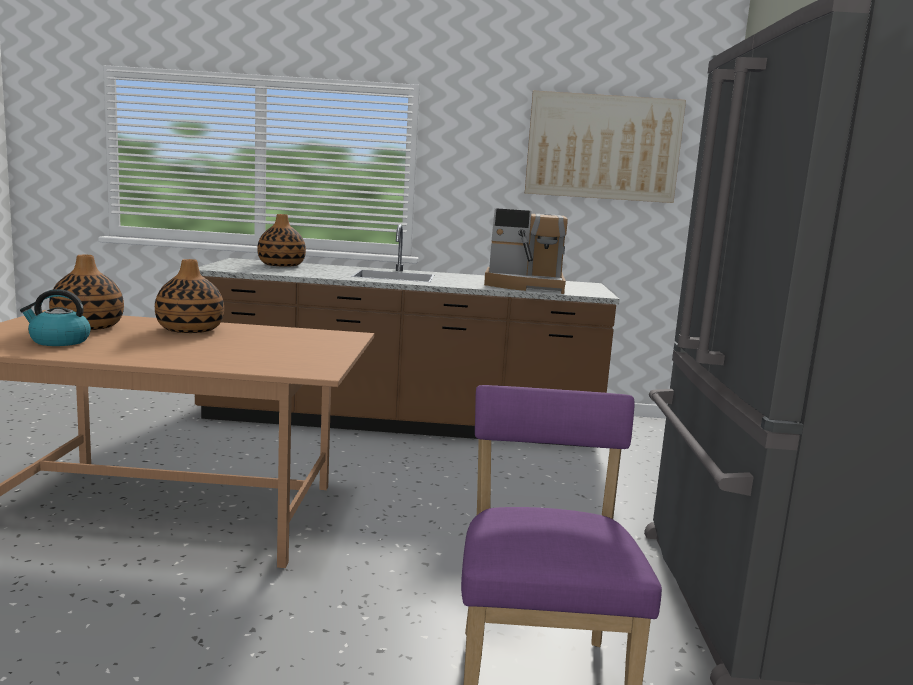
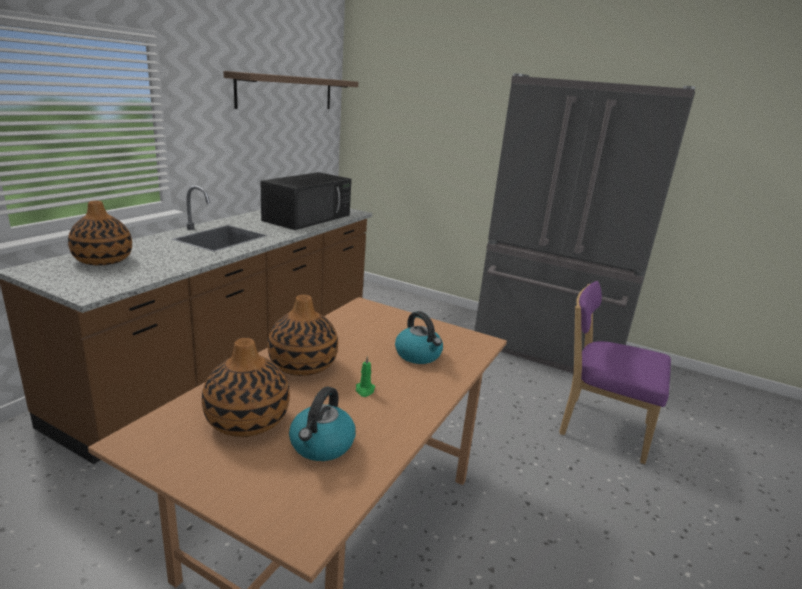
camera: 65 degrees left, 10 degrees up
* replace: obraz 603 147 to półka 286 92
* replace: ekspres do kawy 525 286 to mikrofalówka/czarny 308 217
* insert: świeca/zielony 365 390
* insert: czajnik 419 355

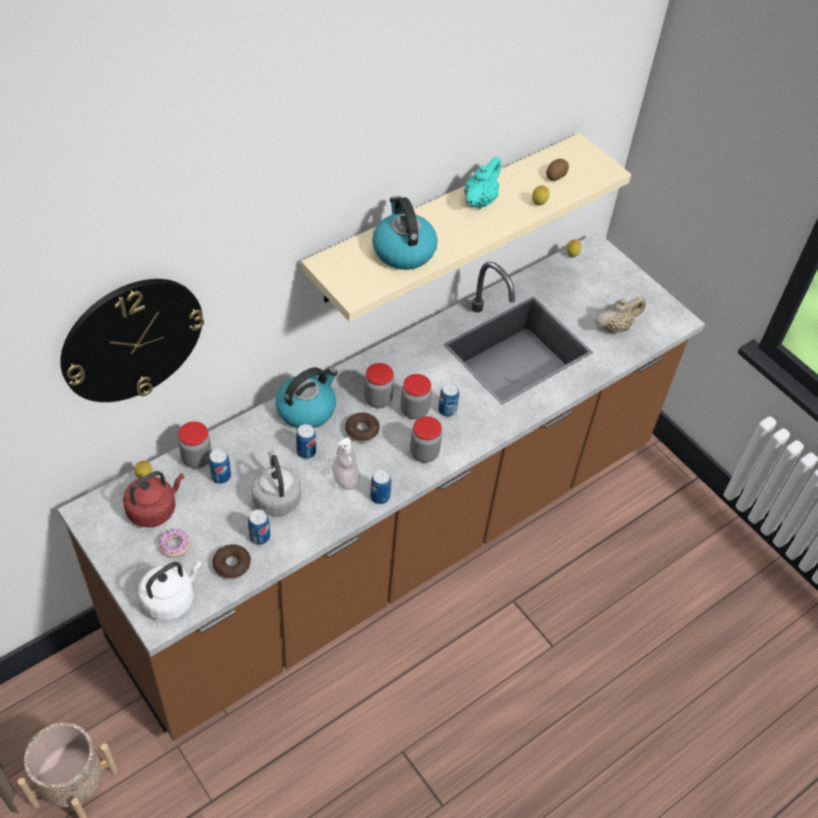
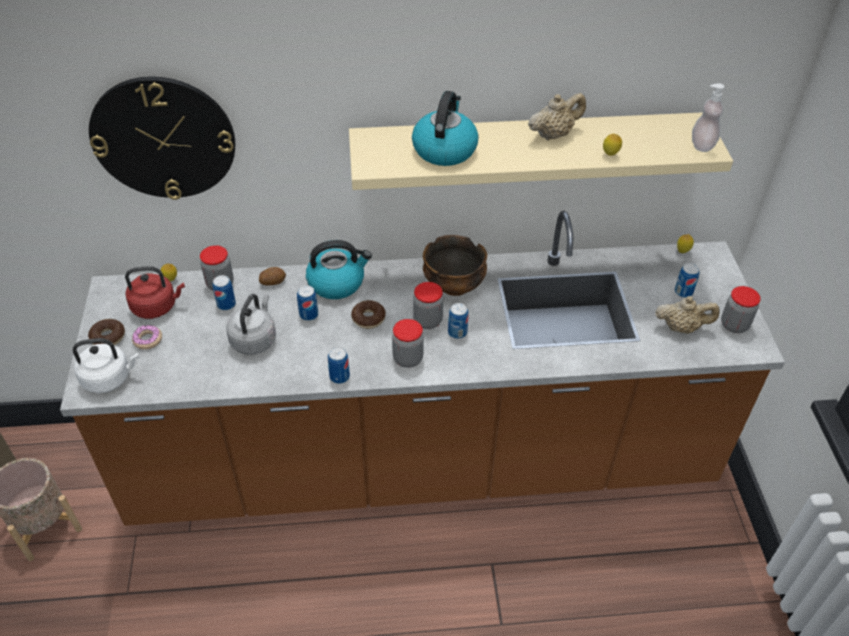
camera: 35 degrees right, 5 degrees down
* move: donut 232 565 to 108 337
* move: ziemniak 555 175 to 272 281
* insert: miska 454 285
* recolor: imbryk/turkusowy 480 200 to imbryk/beżowy 554 134
* move: puszka 259 536 to 683 292
* move: dozownik mydła 345 479 to 702 145
* move: słoik 378 399 to 734 325

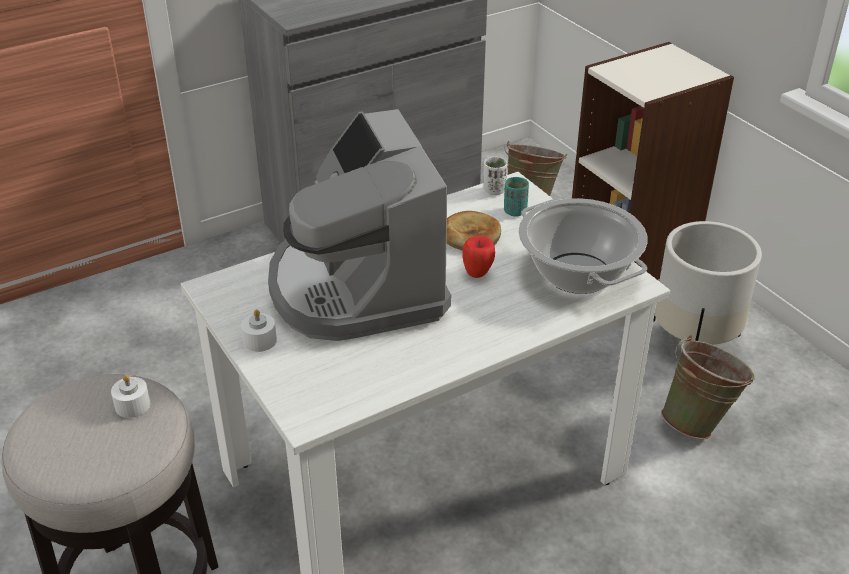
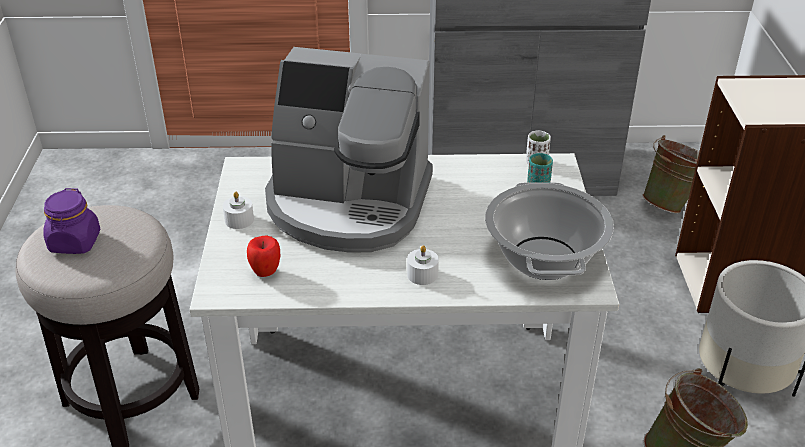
camera: 30 degrees right, 0 degrees up
* insert: słoik/fioletowy 75 242
* move: jabłko 477 274 to 265 273
* rotate: ekspres do kawy 357 286 = 348 204 90 degrees counterclockwise
* move: świeca/biały 132 405 to 422 274
* delete: chleb 470 235

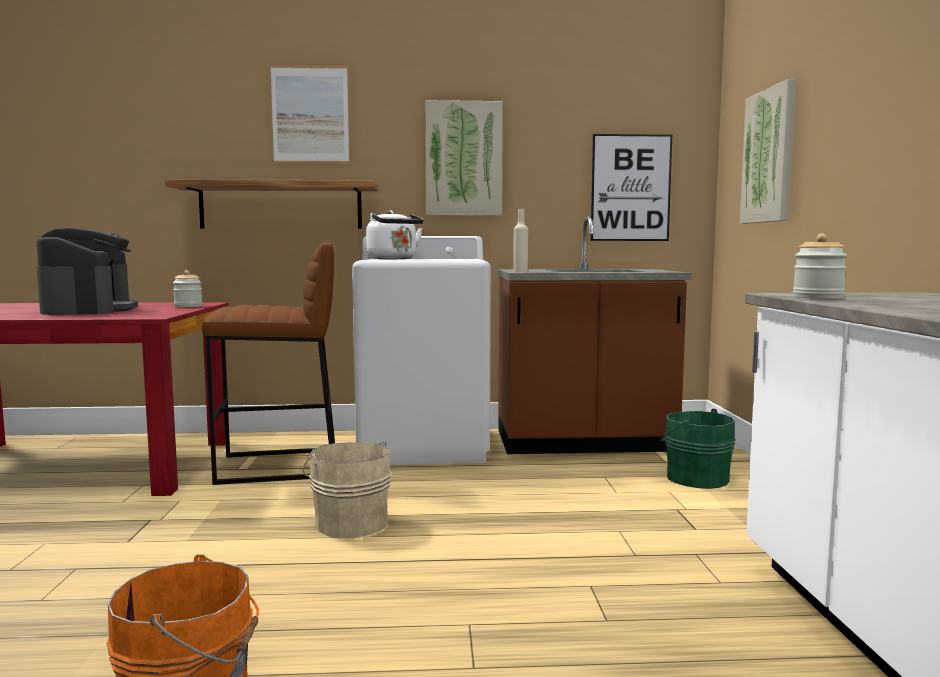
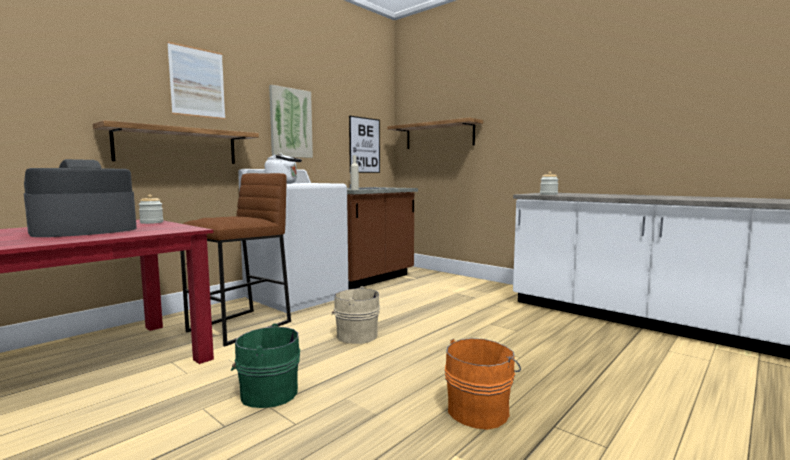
camera: 45 degrees left, 0 degrees up
* rotate: ekspres do kawy 89 310 = 84 231 75 degrees counterclockwise
* move: wiadro/zielony 695 478 to 267 393
* replace: obraz 769 156 to półka 439 135

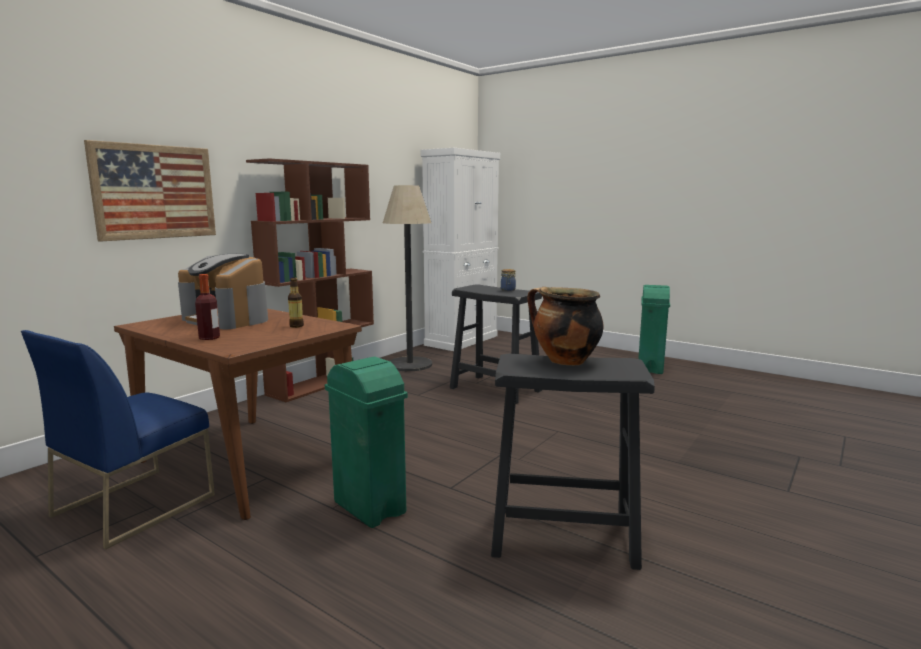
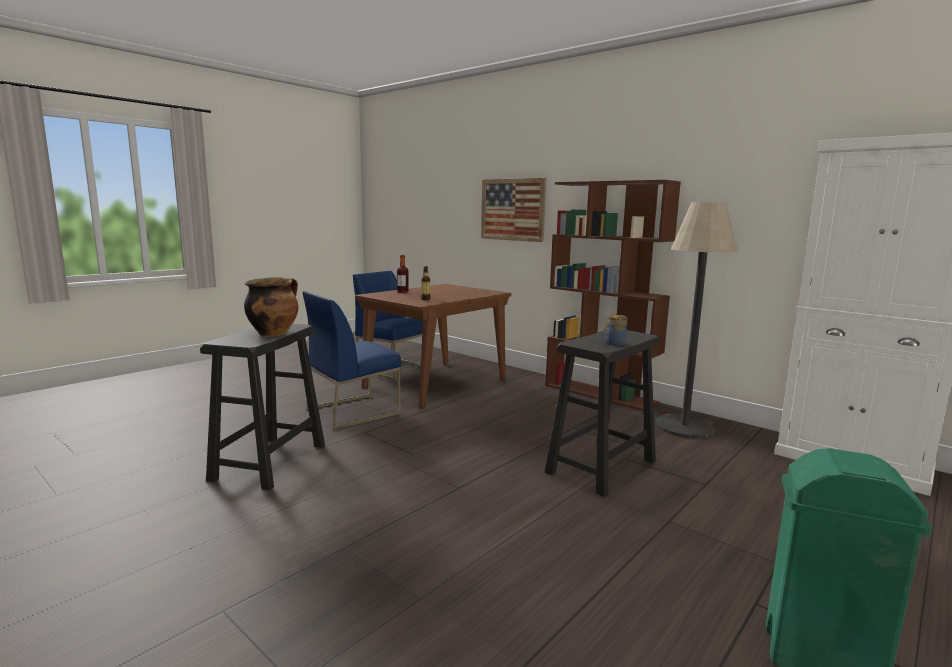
camera: 95 degrees right, 0 degrees up
* replace: kosz na śmieci/zielony 369 508 to krzesło/niebieski 353 411
* delete: ekspres do kawy 227 319

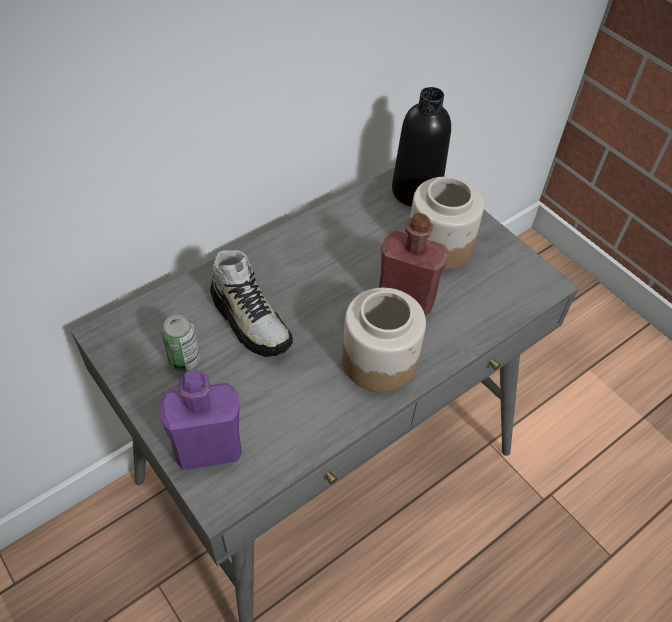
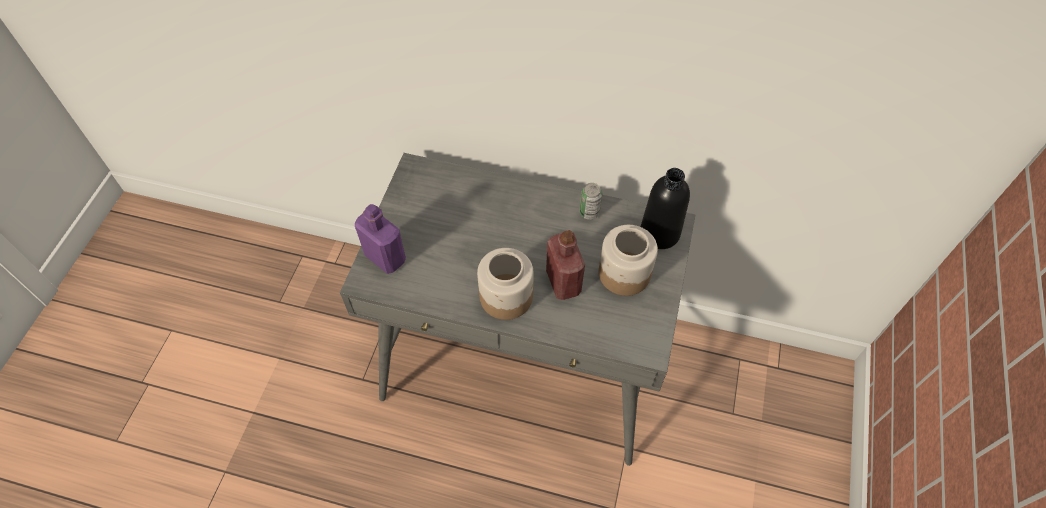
camera: 55 degrees right, 5 degrees up
* move: puszka 184 360 to 589 212
* delete: but 251 320

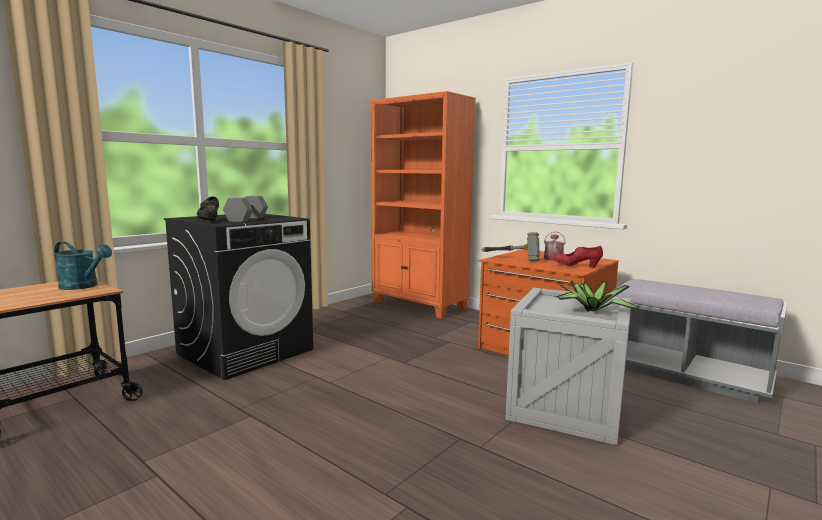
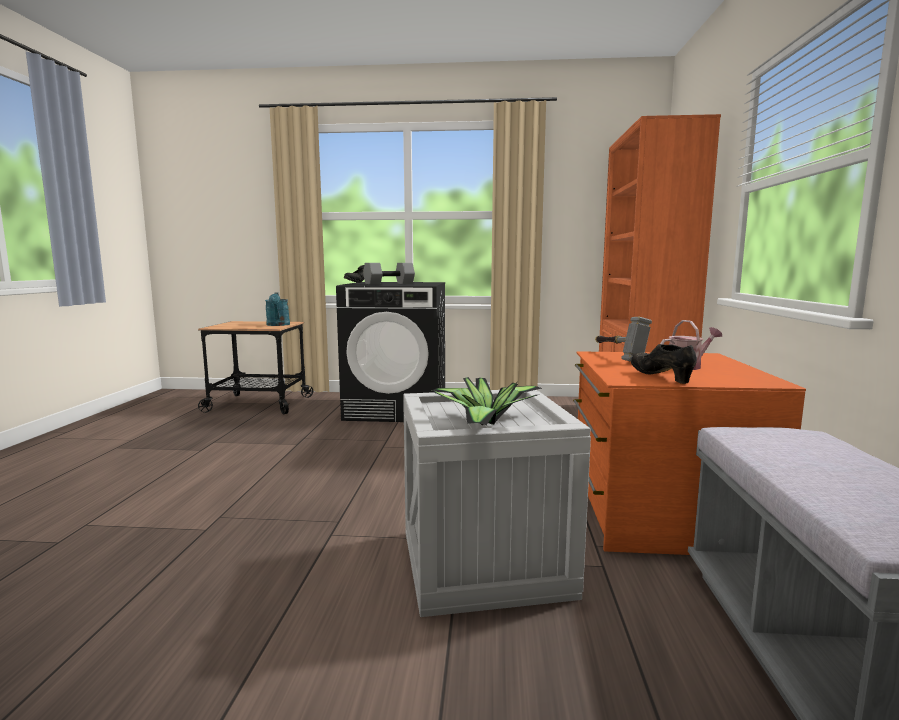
camera: 55 degrees right, 0 degrees up
* recolor: but/czerwony 576 266 to but/czarny 661 377

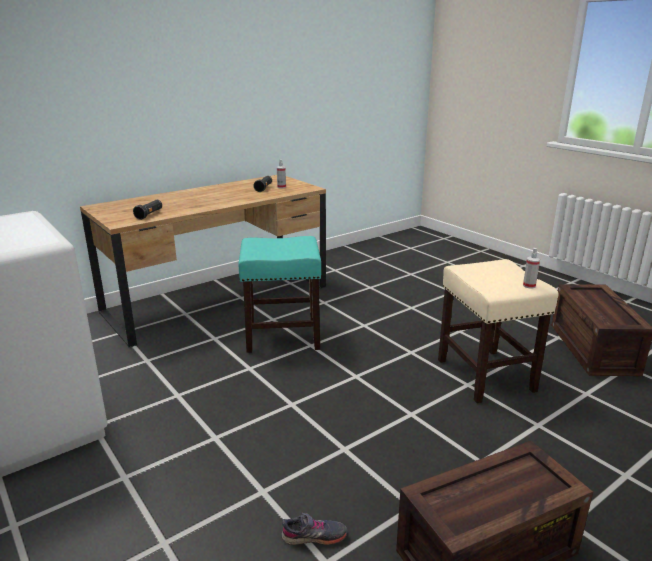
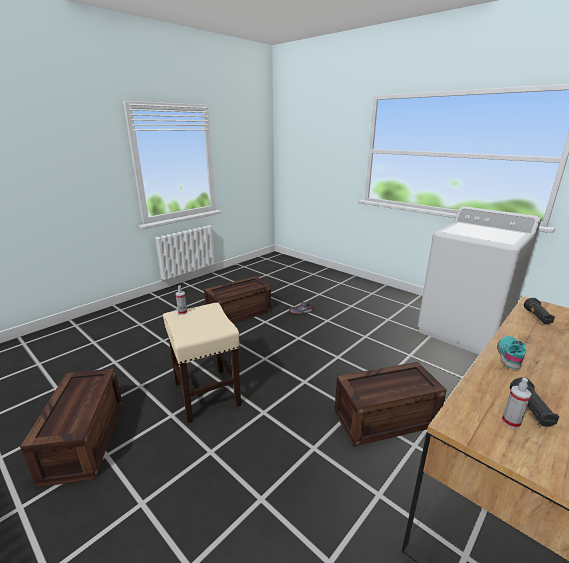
camera: 170 degrees right, 0 degrees up
* replace: stołek/turkusowy 281 336 to skrzynka 385 417
* insert: but/turkusowy 509 356

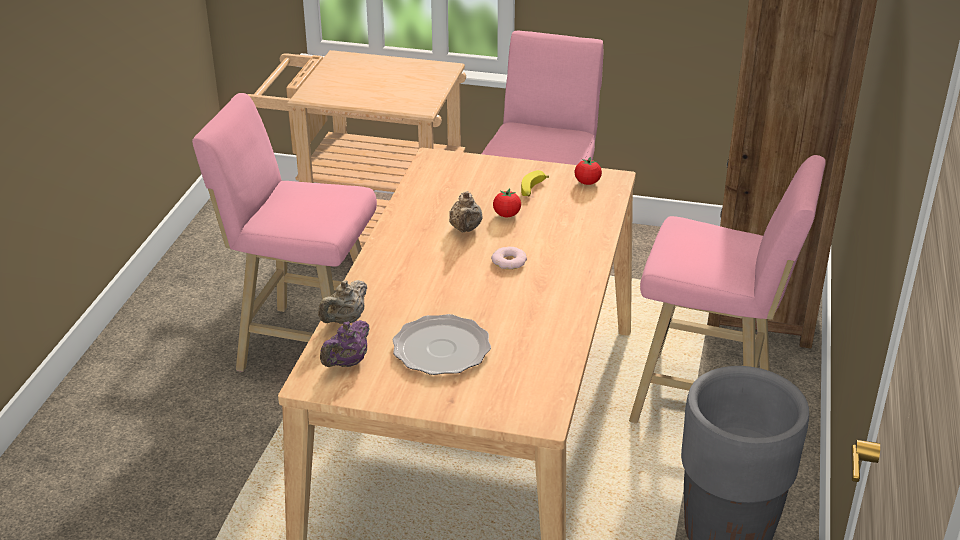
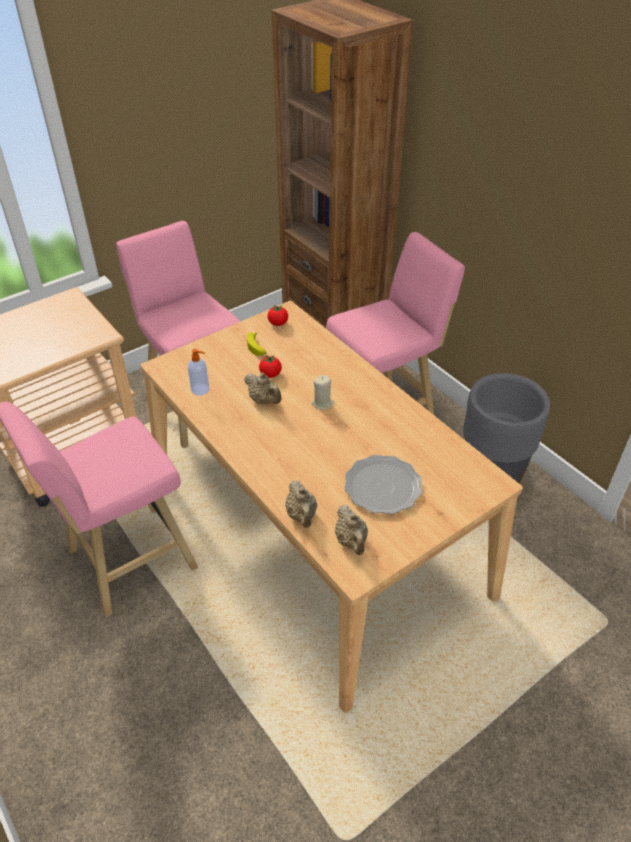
camera: 50 degrees left, 10 degrees up
* insert: dozownik mydła 201 390
* replace: donut 509 262 to świeca/beżowy 322 403
* recolor: imbryk/fioletowy 347 363 to imbryk/beżowy 351 541

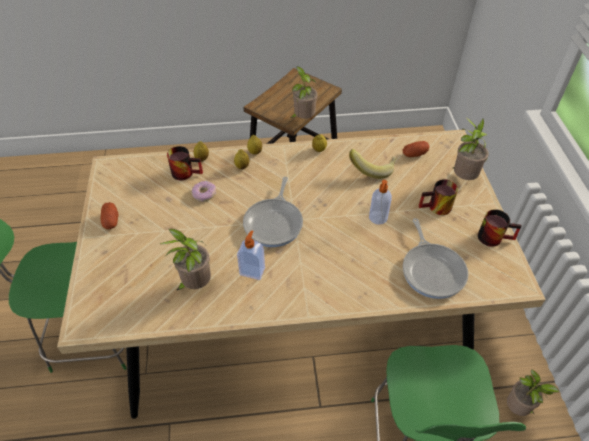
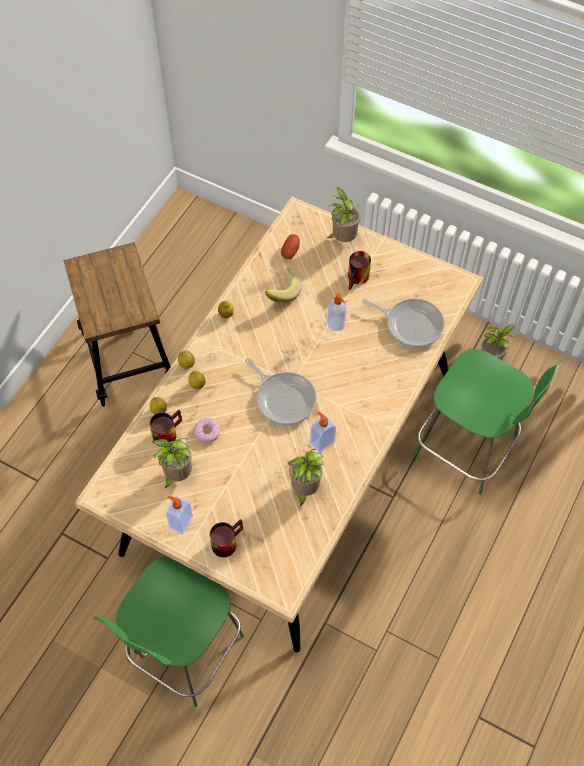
camera: 55 degrees left, 10 degrees up
* move: roślina doniczkowa 303 119 to 177 475
* replace: ziemniak 111 221 to dozownik mydła 180 522
* move: kubek 494 236 to 225 540

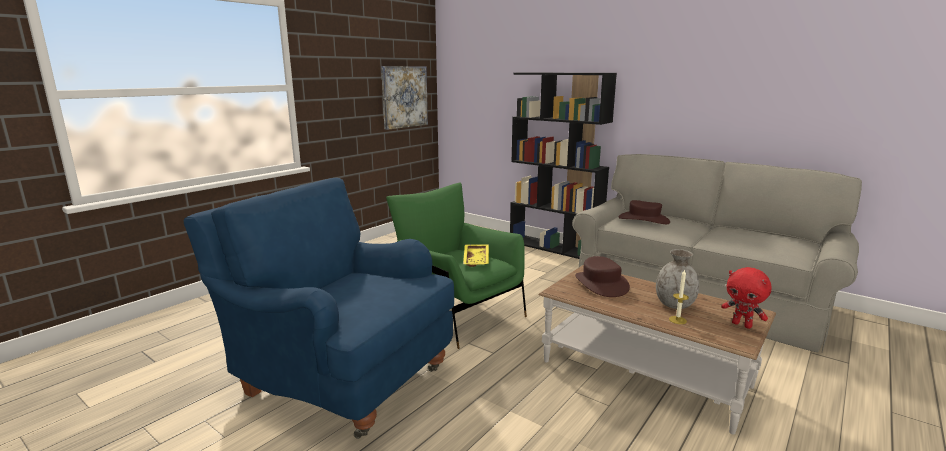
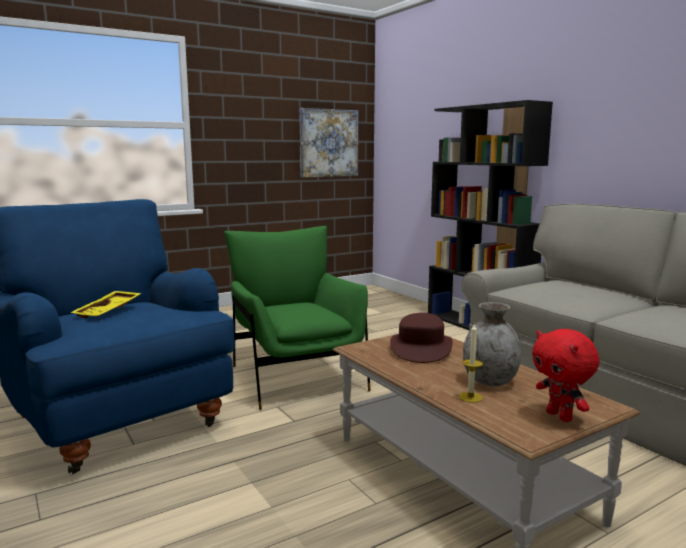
camera: 20 degrees right, 5 degrees down
* move: taca/żółty 477 260 to 109 311
* delete: kapelusz/brązowy 644 219

